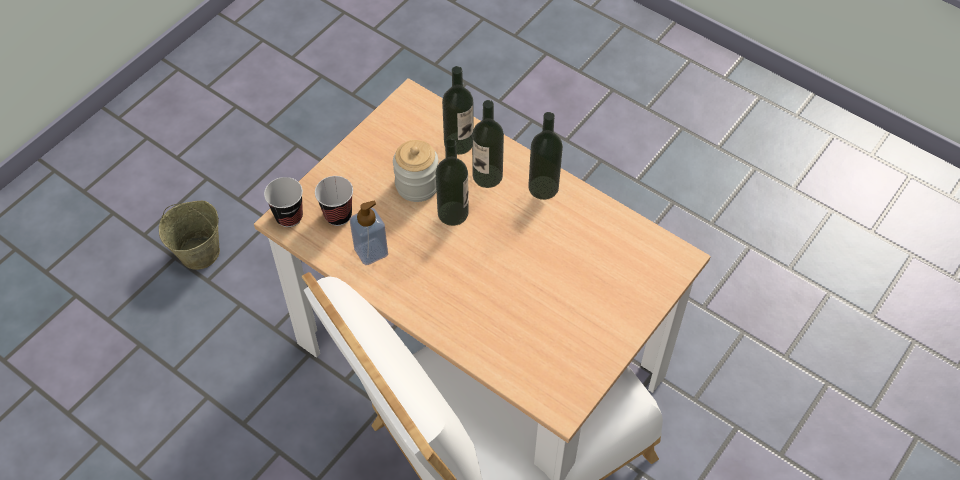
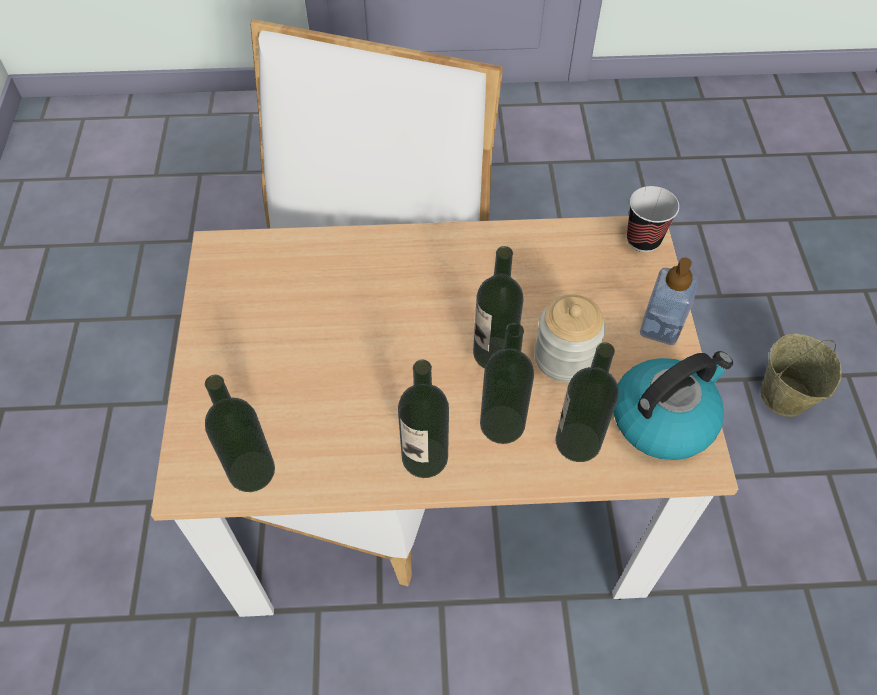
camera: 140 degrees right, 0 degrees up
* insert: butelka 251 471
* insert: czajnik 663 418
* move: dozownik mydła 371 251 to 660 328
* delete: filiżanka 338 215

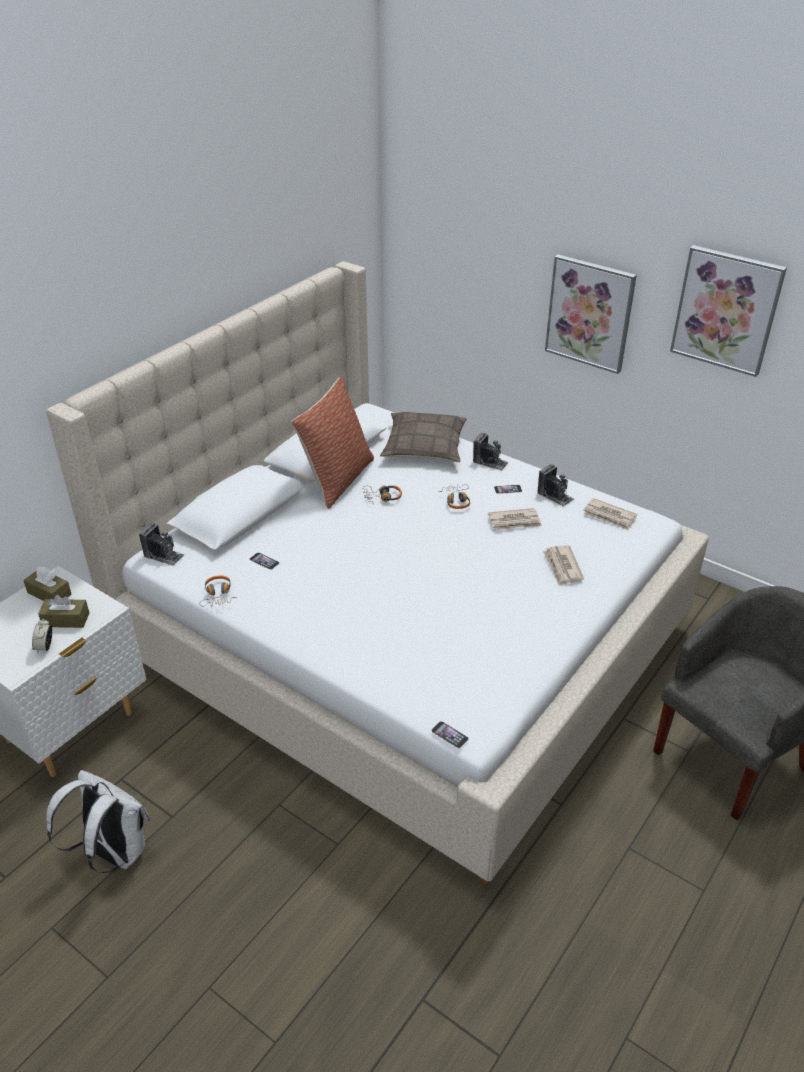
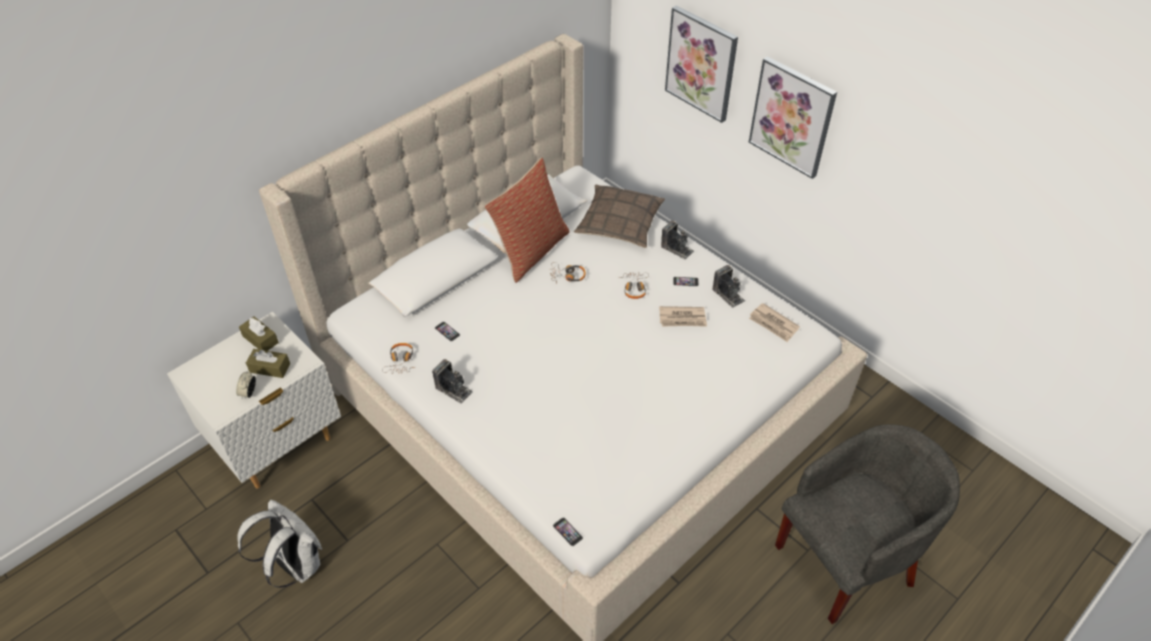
camera: 10 degrees right, 10 degrees up
* move: aparat fotograficzny 163 555 to 454 389
* move: obraz 726 310 to 701 63
* delete: gazeta 562 567

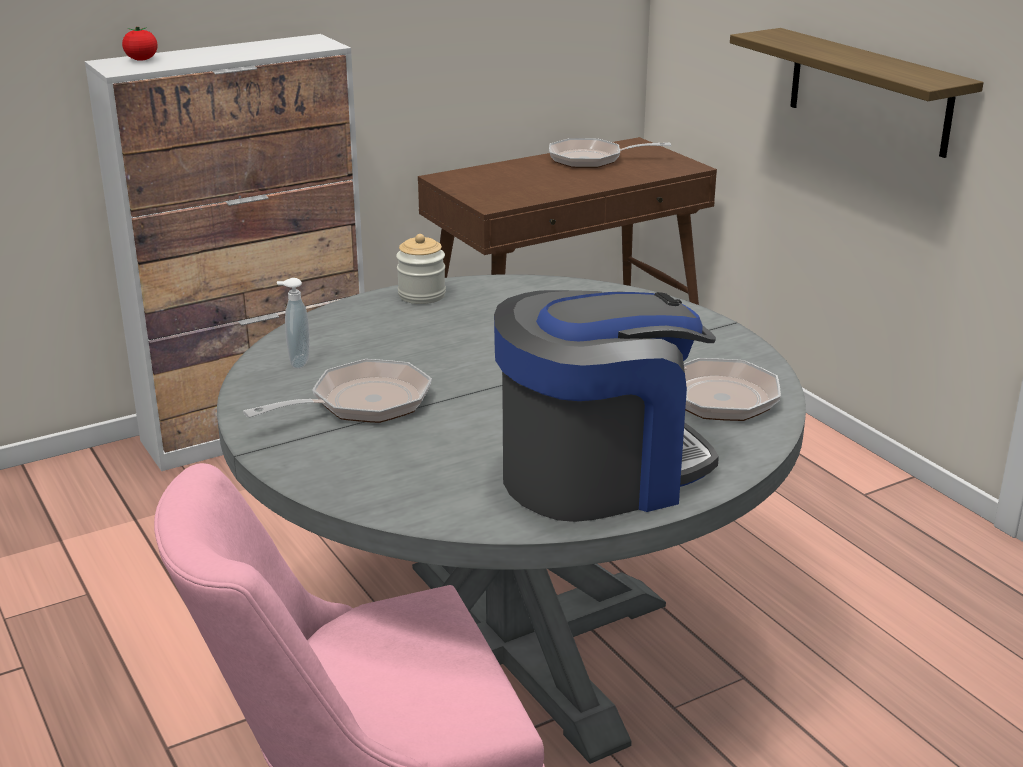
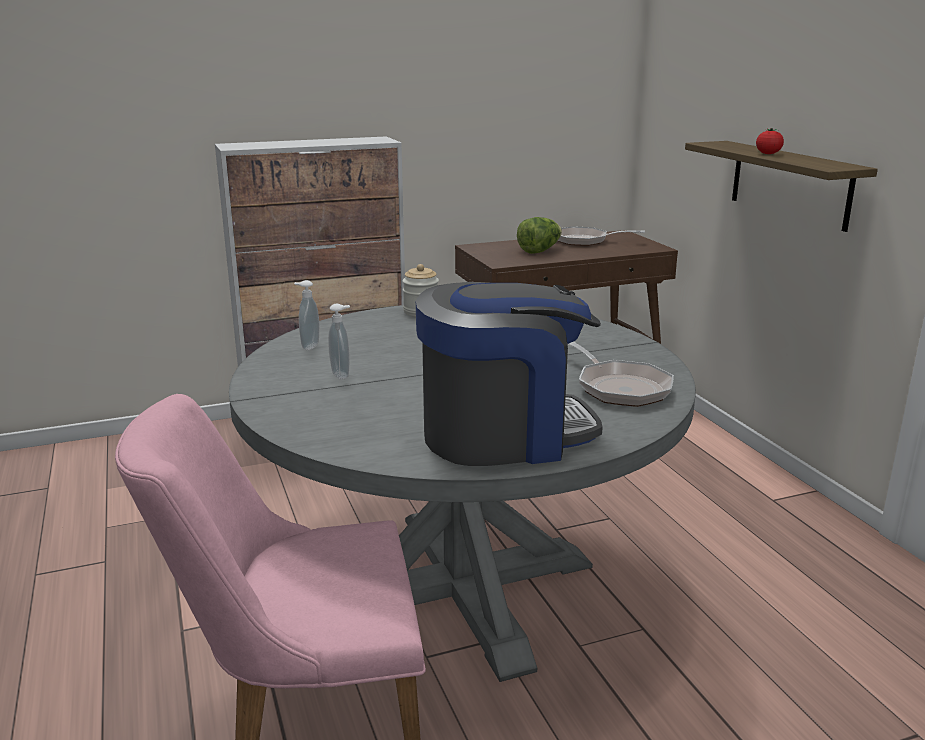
camera: 10 degrees right, 5 degrees down
* replace: patelnia 362 403 to dozownik mydła 342 375
* insert: sałata 539 251
* move: pomidor 141 60 to 768 154

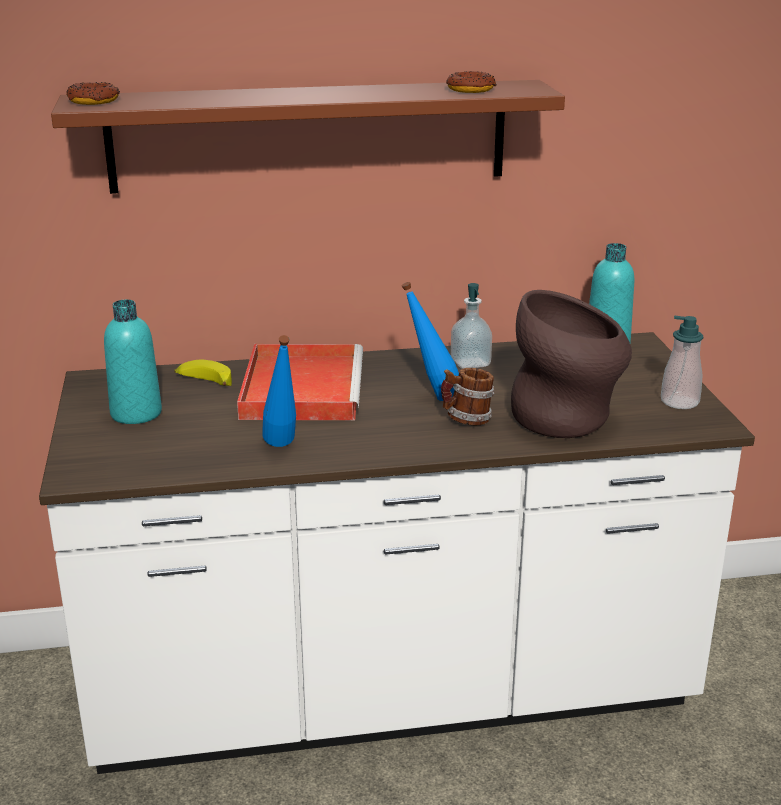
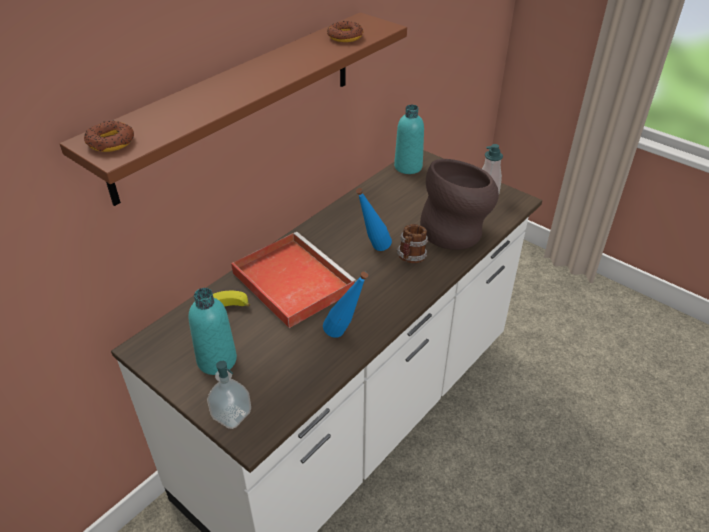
camera: 40 degrees left, 15 degrees up
* move: dozownik mydła 470 363 to 231 414

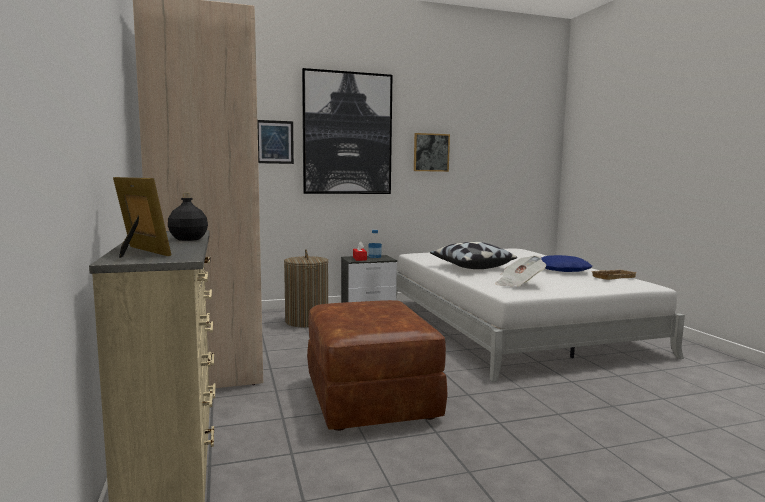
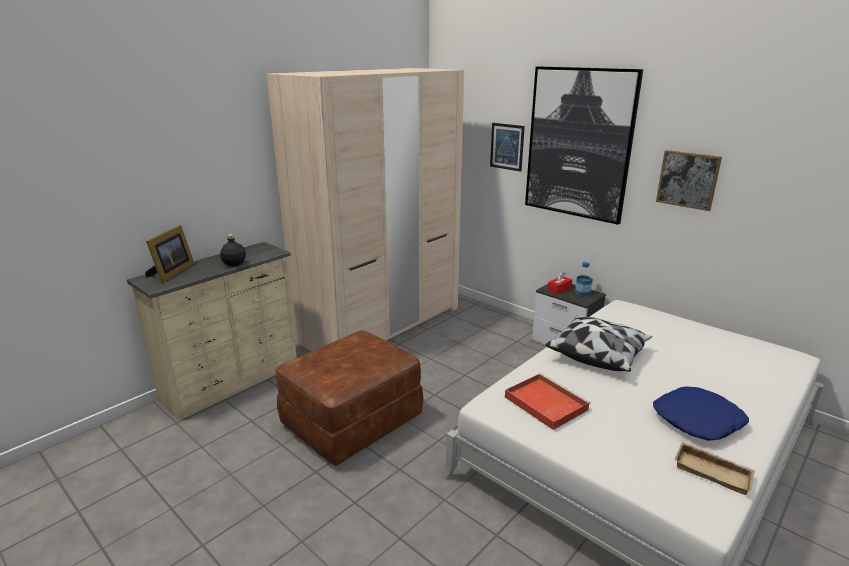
camera: 60 degrees right, 15 degrees up
* replace: gazeta 518 284 to taca/czerwony 544 402
* delete: kosz na pranie 307 321

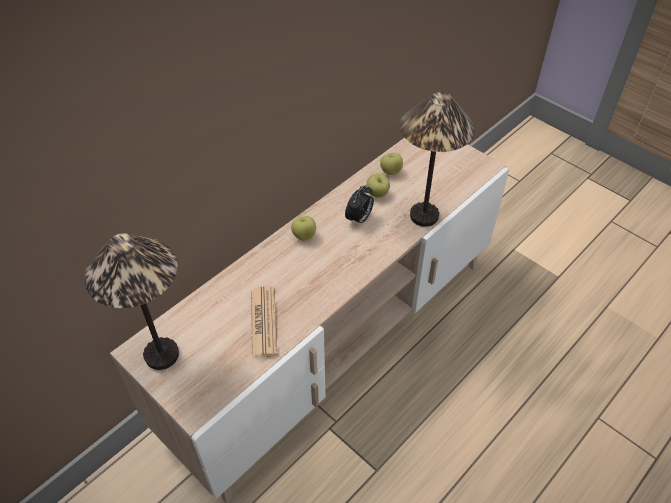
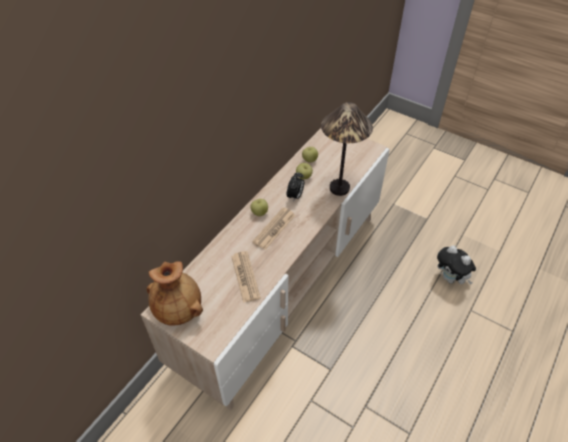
camera: 10 degrees left, 0 degrees up
* replace: lampa stołowa 162 354 to wazon/brązowy 179 310
* insert: gazeta 274 228
* insert: pluszak 450 278

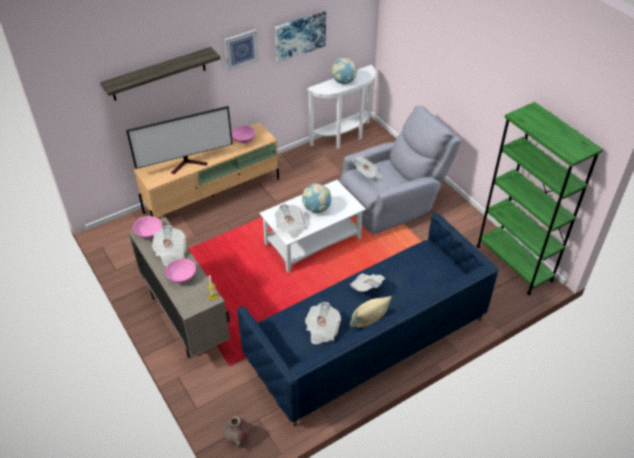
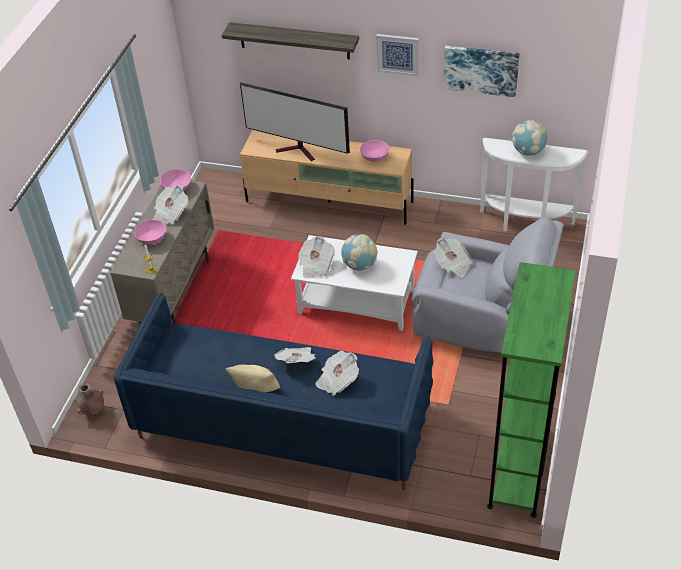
camera: 50 degrees right, 0 degrees up
* move: gazeta 322 330 to 337 380

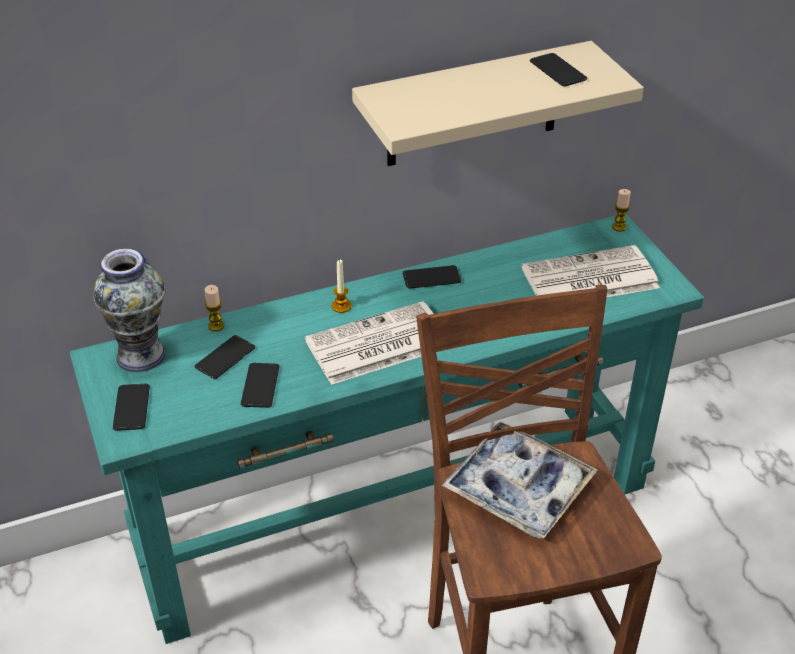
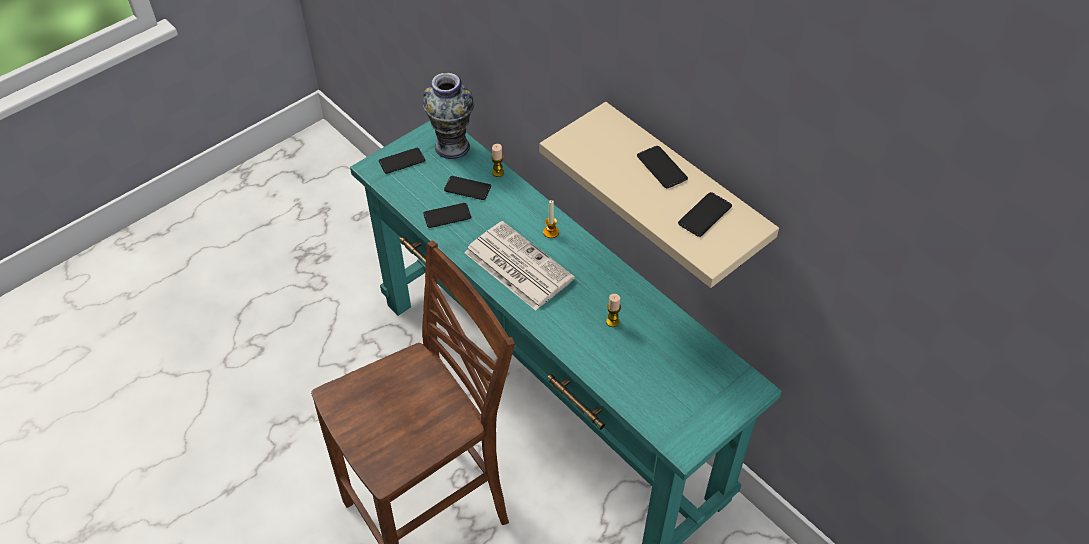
camera: 70 degrees right, 10 degrees up
* move: świeca 619 227 to 612 321
* move: telefon 431 278 to 661 167
* delete: taca 518 488
* delete: gazeta 588 279

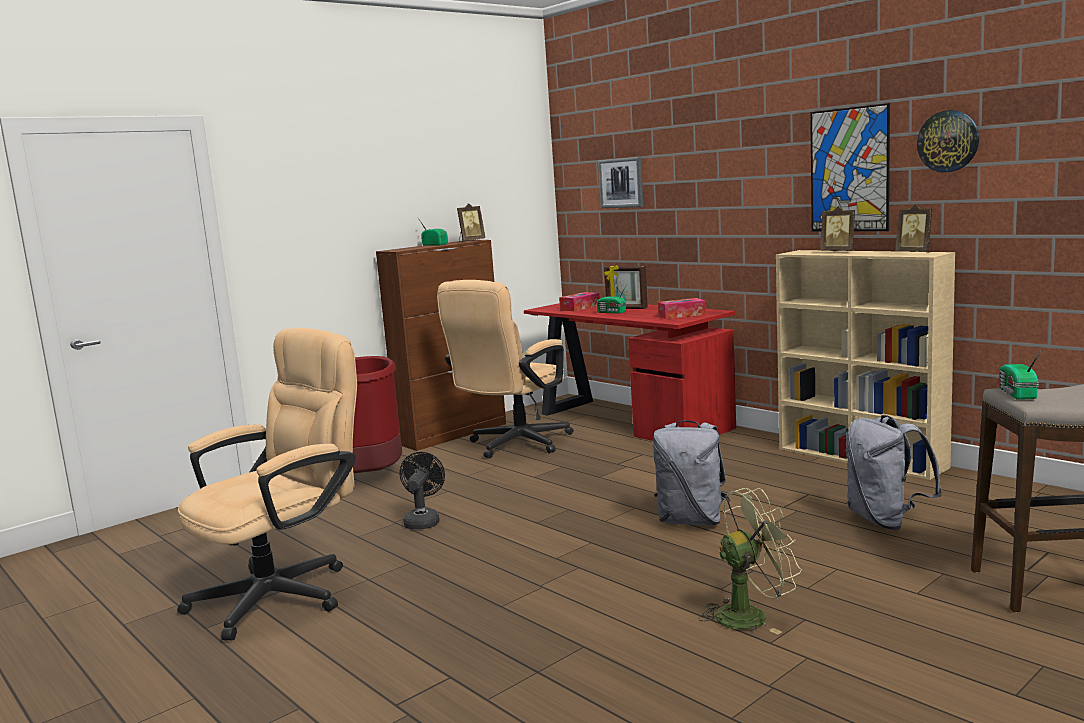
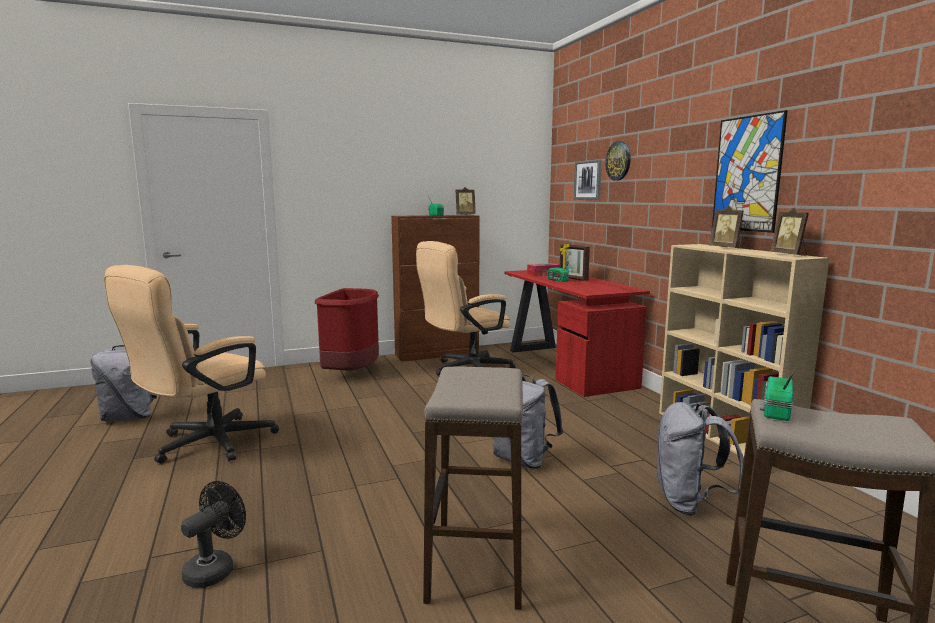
camera: 20 degrees right, 0 degrees up
* insert: plecak/szary 129 417
* rotate: krzesło biurowe/beżowy 285 592 = 204 445 150 degrees clockwise
* move: wentylator/czarny 423 521 to 215 568
* replace: wentylator/zielony 750 615 to stołek 476 563
* move: zegar ścienny 948 141 to 618 161
* delete: pudełko chusteczek 681 315

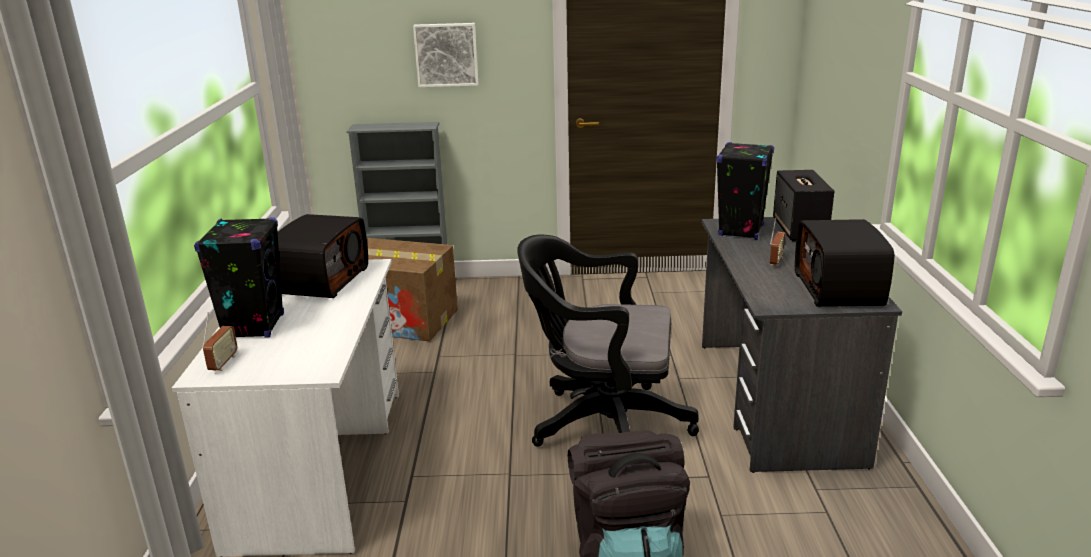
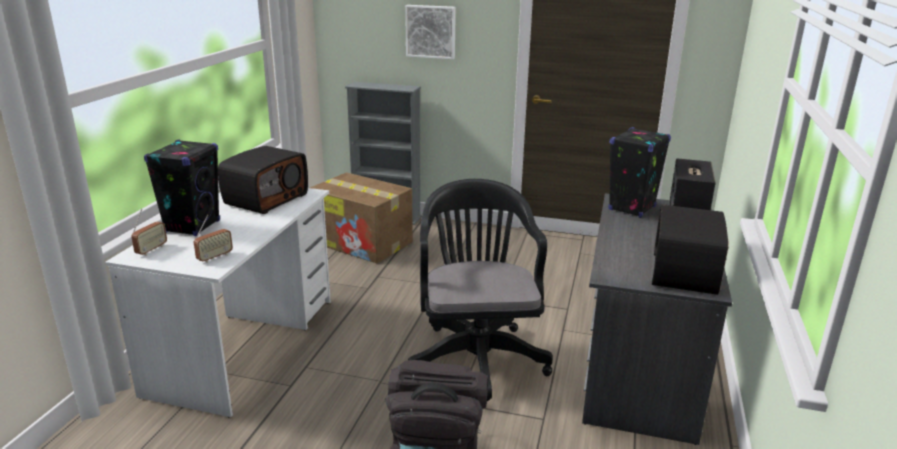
camera: 15 degrees right, 0 degrees up
* move: radio 775 261 to 215 257
* rotate: krzesło biurowe/czarny 602 425 = 476 357 60 degrees clockwise

